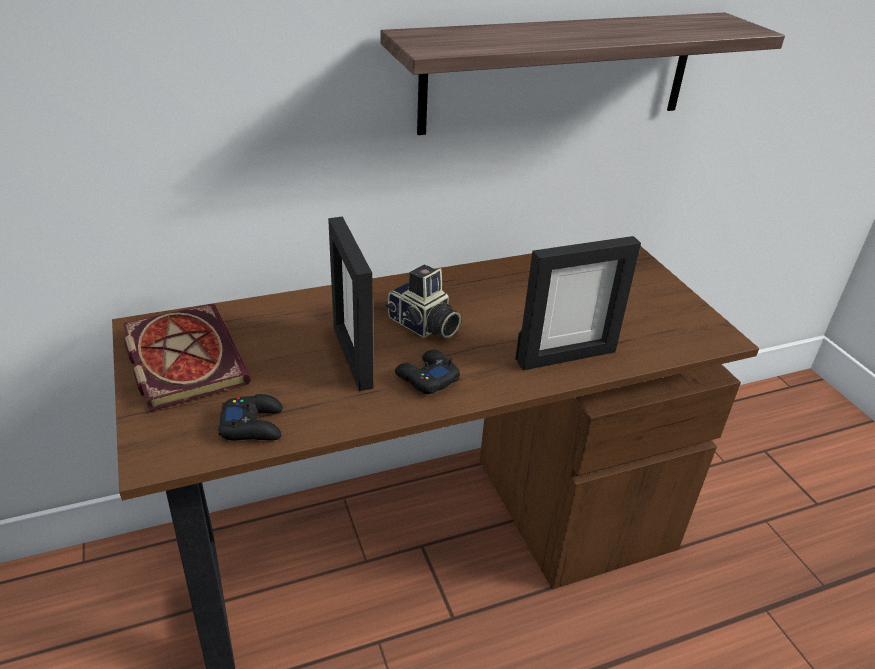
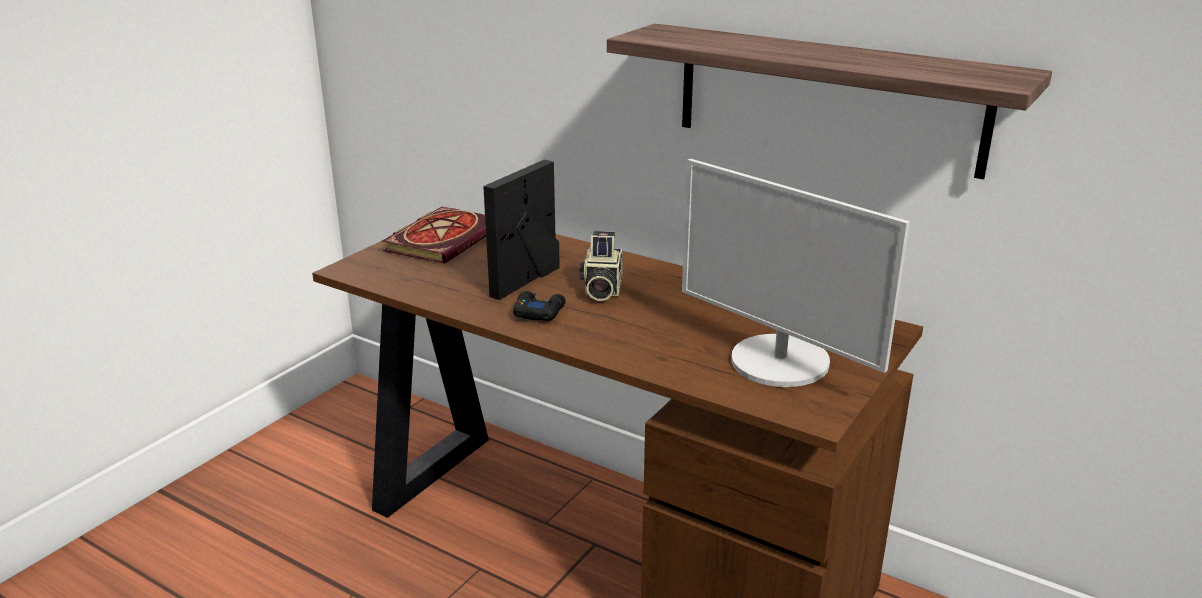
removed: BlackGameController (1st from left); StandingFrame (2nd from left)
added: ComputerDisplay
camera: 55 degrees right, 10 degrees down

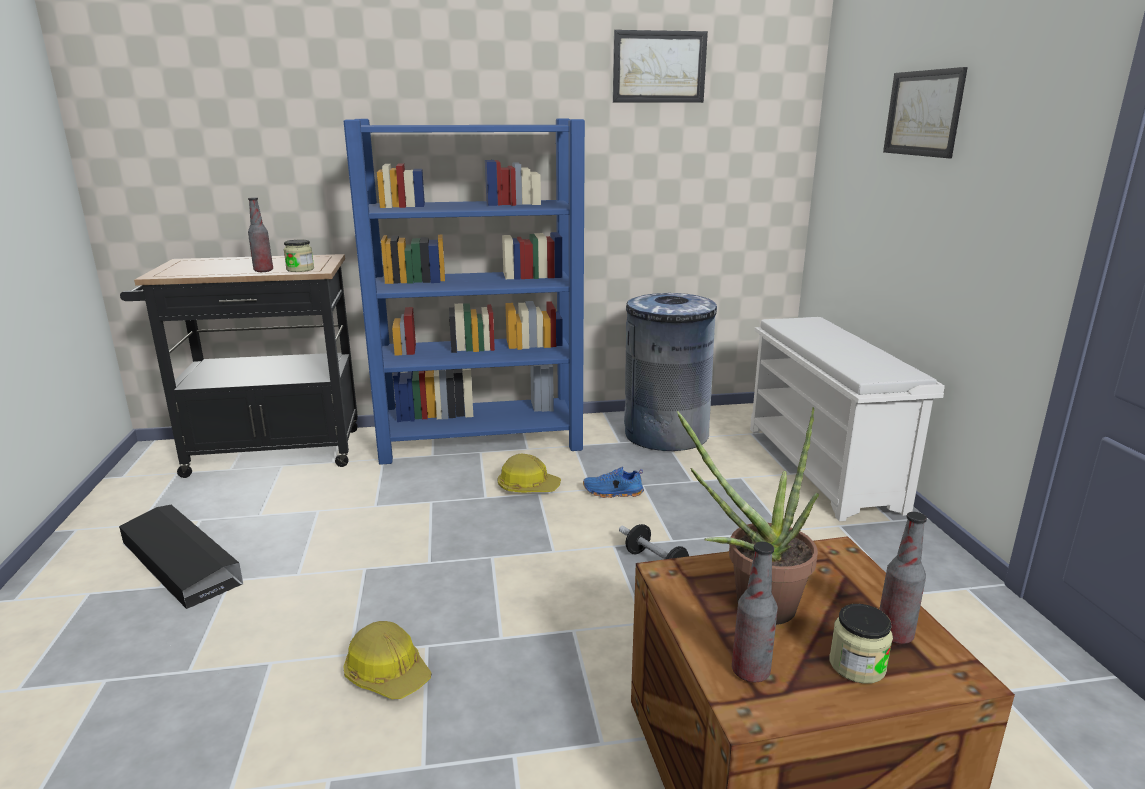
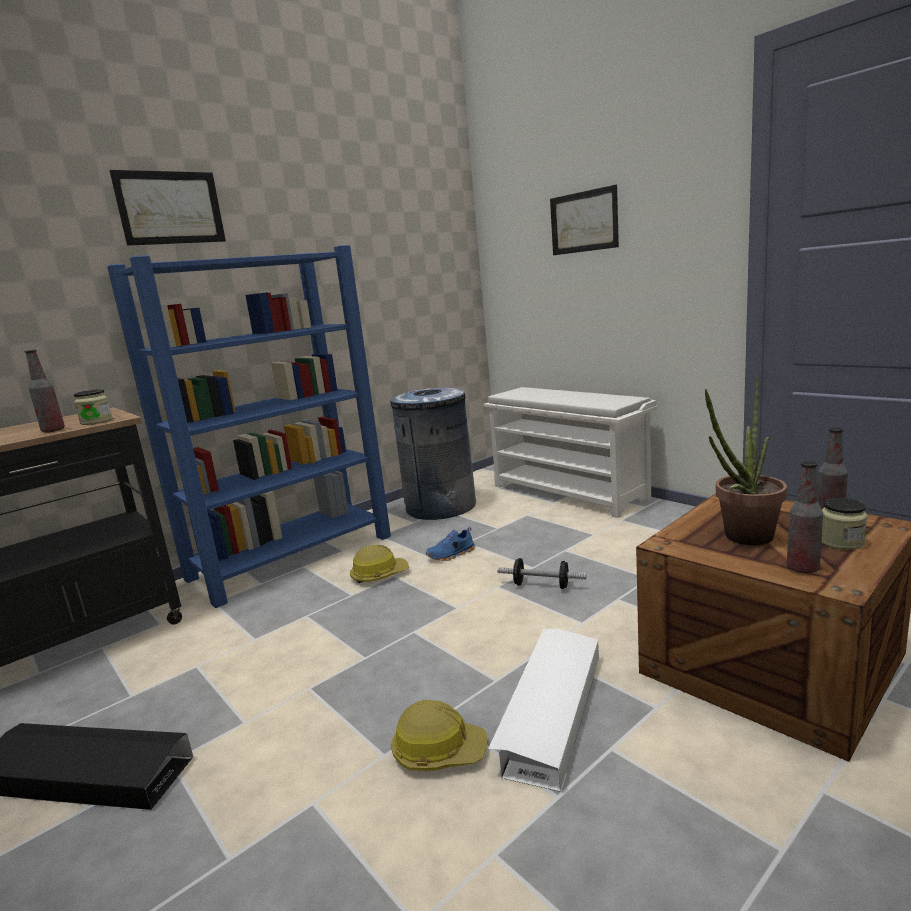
added: WhiteColouredStorageContainer
moved: Picture (1st from left)
camera: 30 degrees left, 5 degrees down

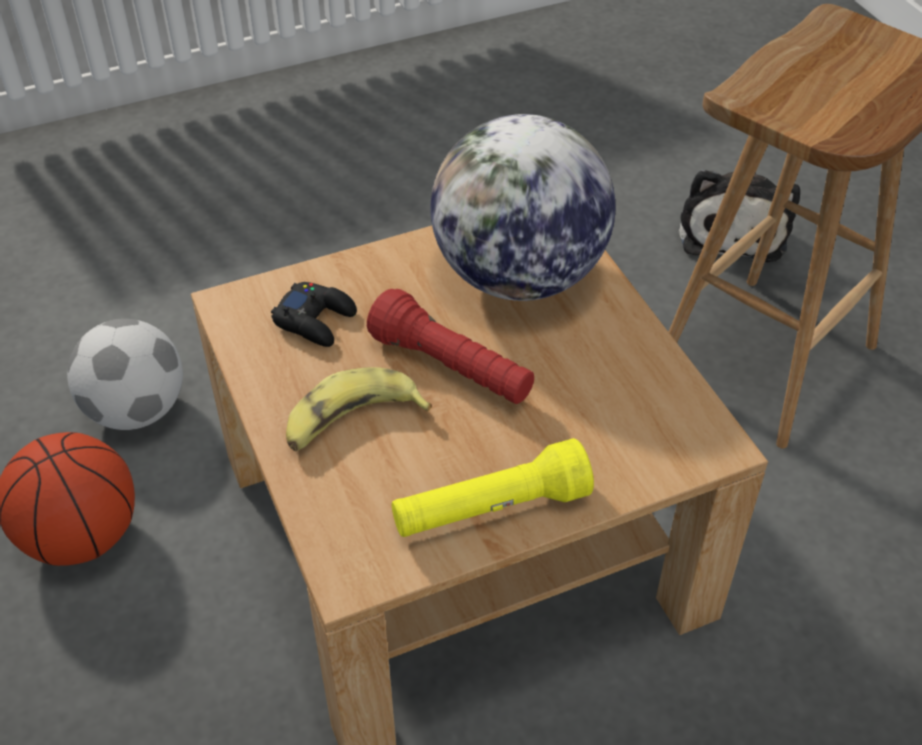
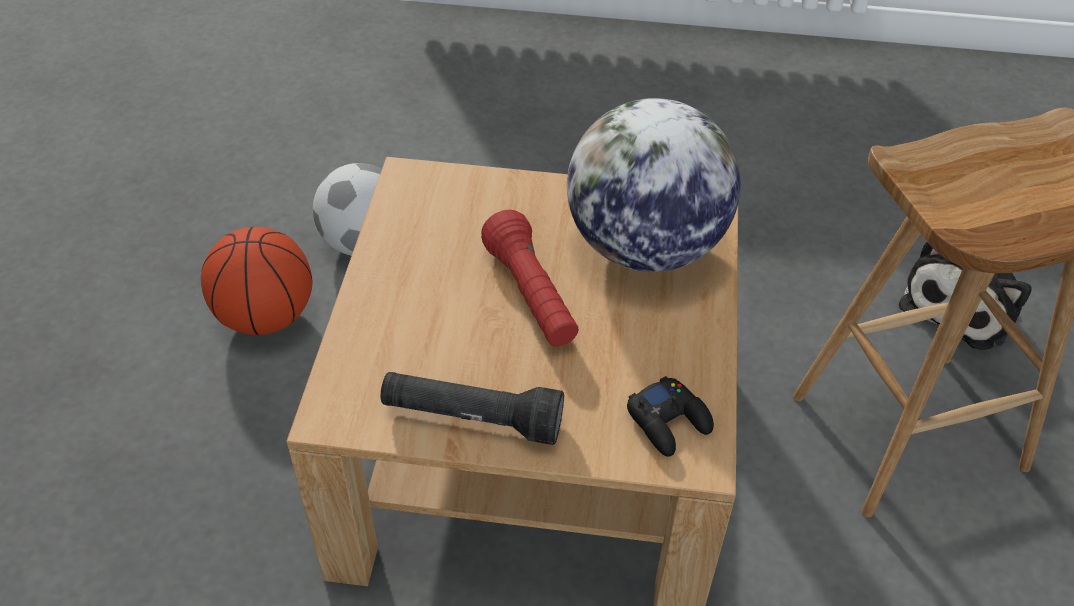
removed: WholeBanana
moved: BlackGameController
recoloured: YellowishHandTorch to BlackHandTorch
camera: 30 degrees right, 0 degrees up

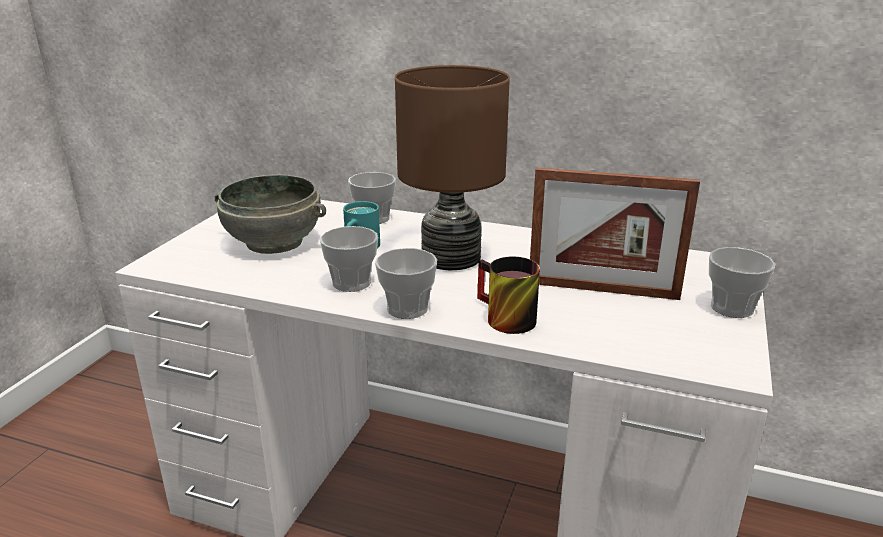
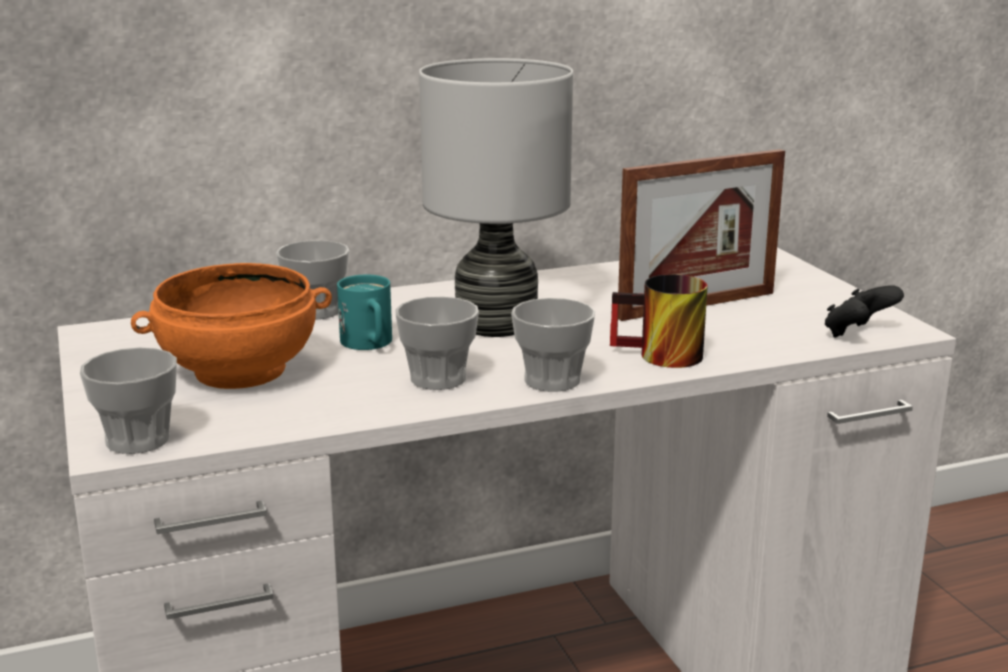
added: BlackGameController
moved: SmallCup (4th from left in the first image) to SmallCup (1st from left)
recoloured: GreyBowl to OrangeBowl; BrownLampForATable to GreyLampForATable
camera: 40 degrees left, 5 degrees down

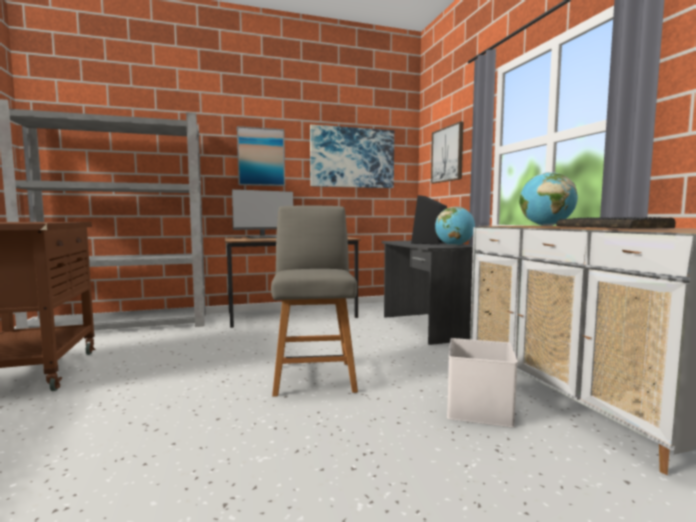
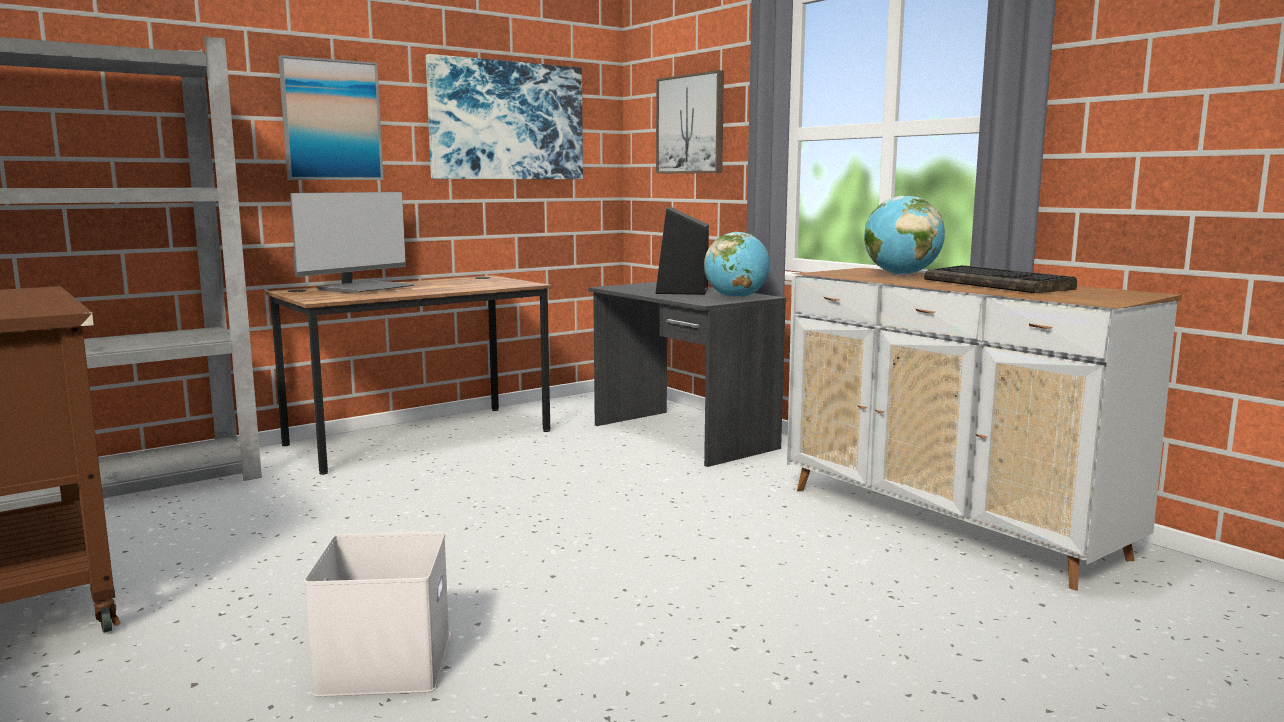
removed: GreyPlainChair
moved: WhiteColouredStorageContainer
camera: 20 degrees left, 5 degrees up

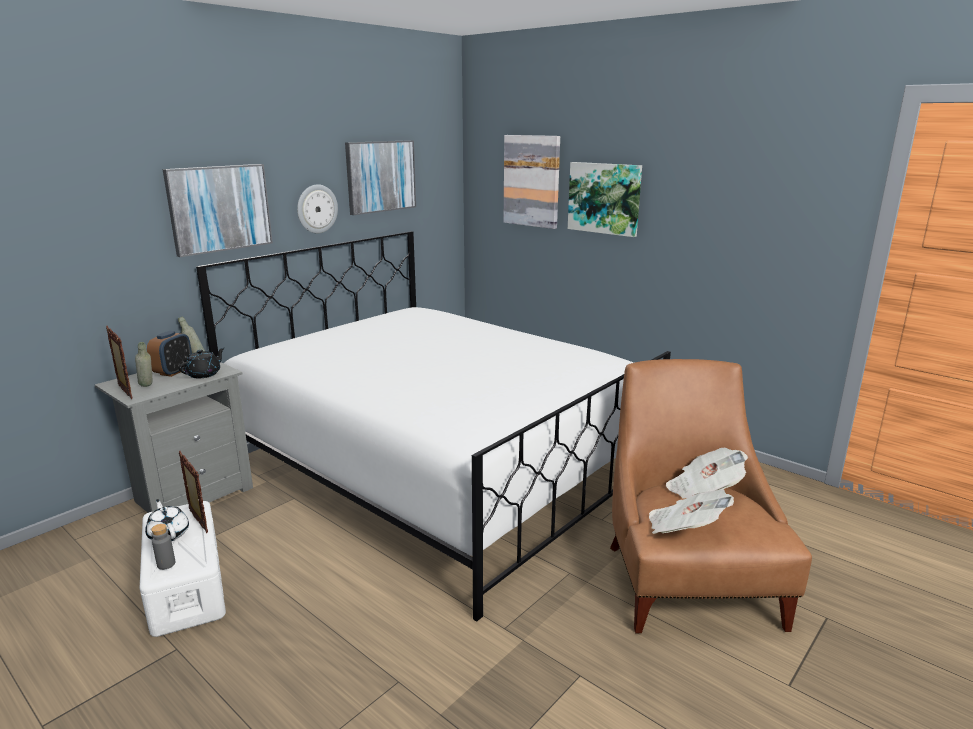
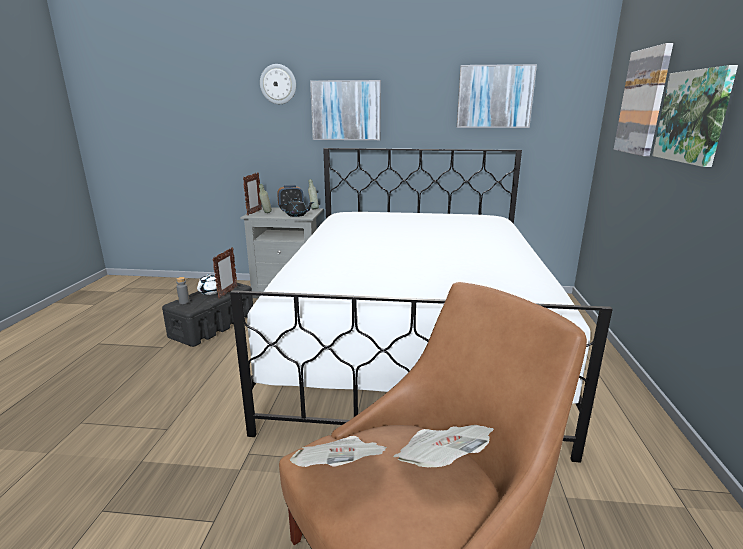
moved: HangingClock
recoloured: WhiteColouredStorageContainer to BlackStorageContainer
camera: 55 degrees right, 0 degrees up

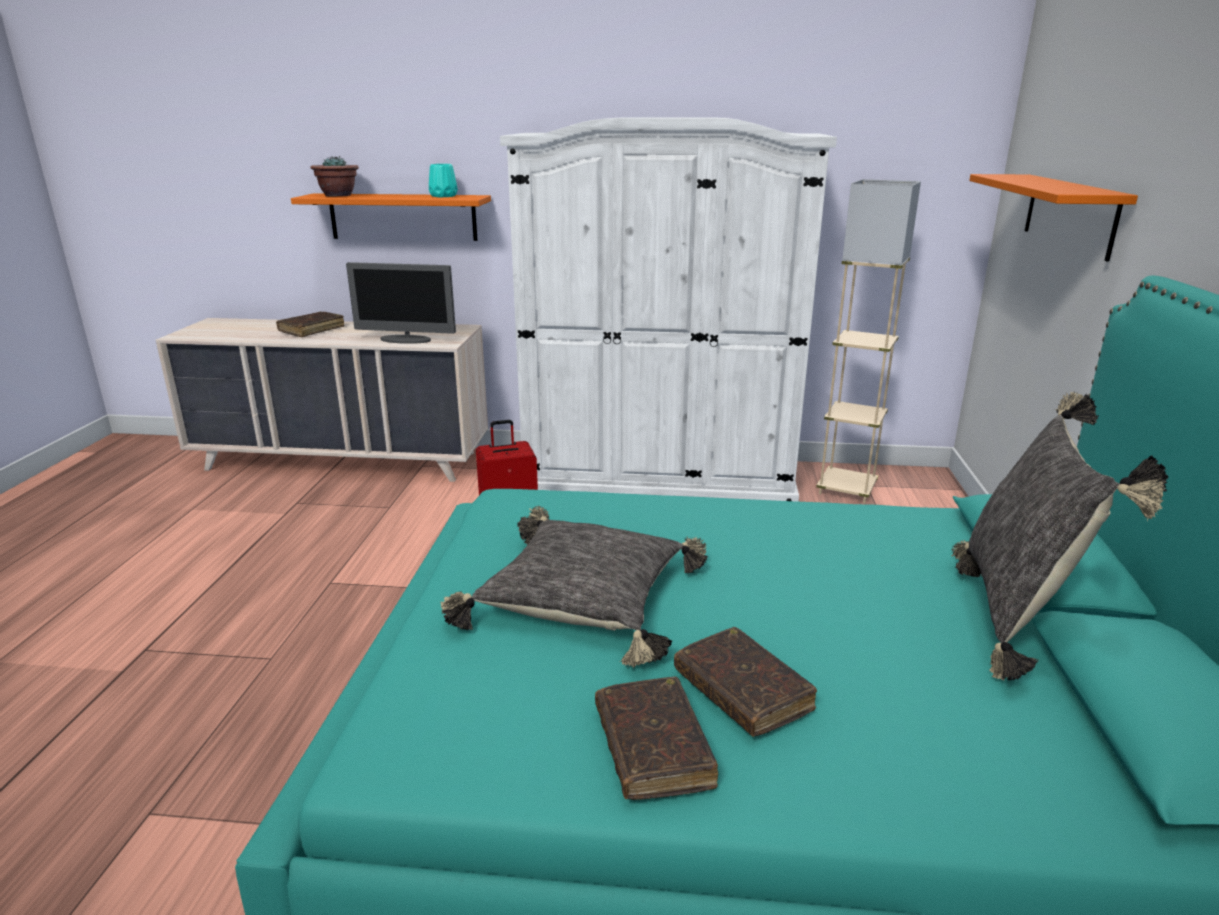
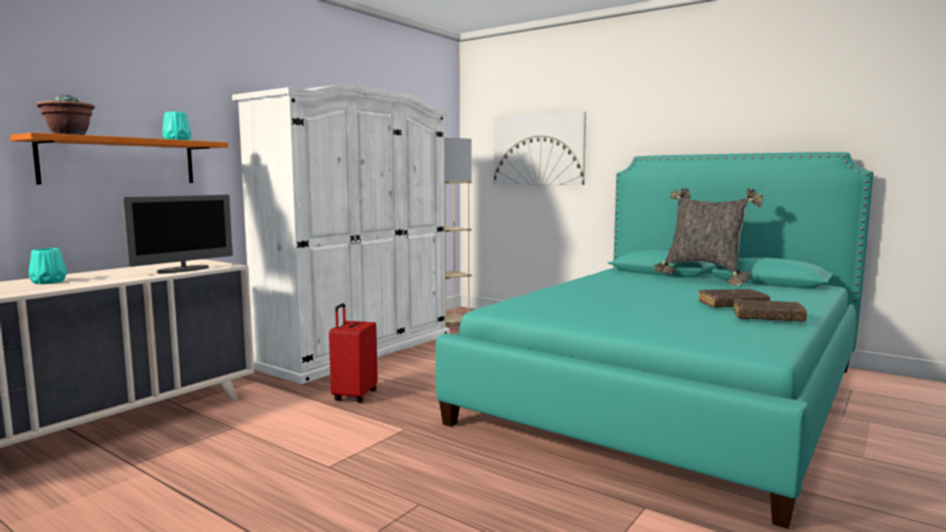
removed: ThrowPillow (1st from left)
replaced: BrownBook (1st from left) to BlueGreenVase (1st from left); OrangeWallShelf (2nd from left) to Picture
camera: 60 degrees left, 15 degrees down

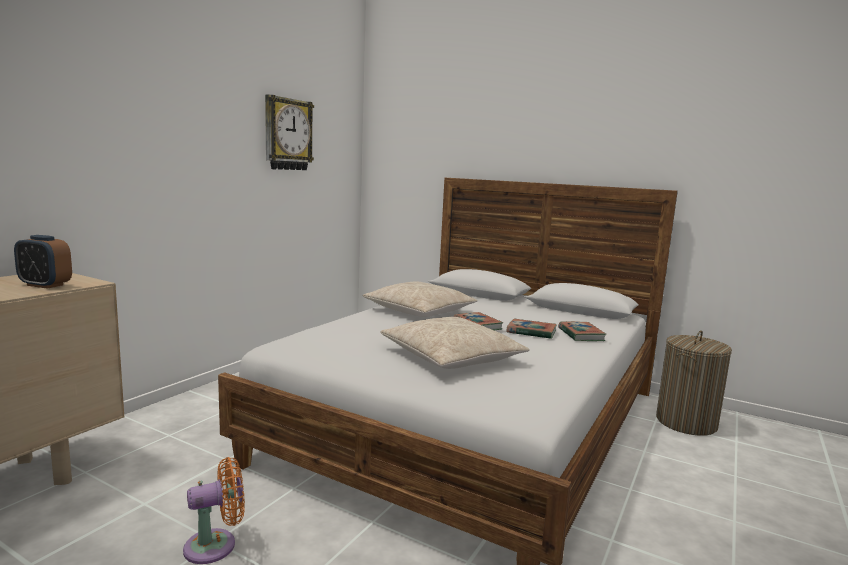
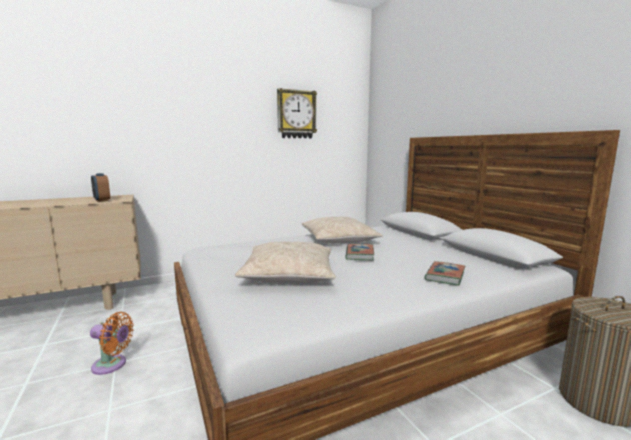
removed: Book (2nd from left)
camera: 35 degrees right, 0 degrees up

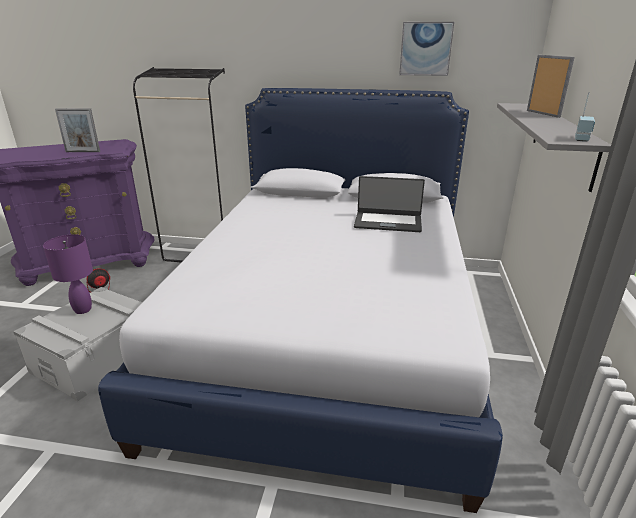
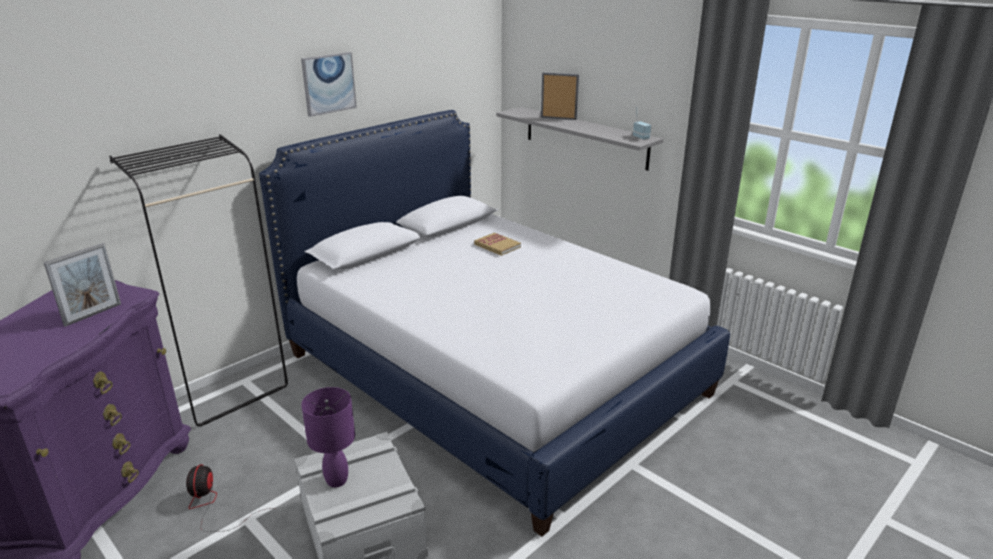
moved: Picture
replaced: PortableComputer to Book
camera: 55 degrees left, 0 degrees up

